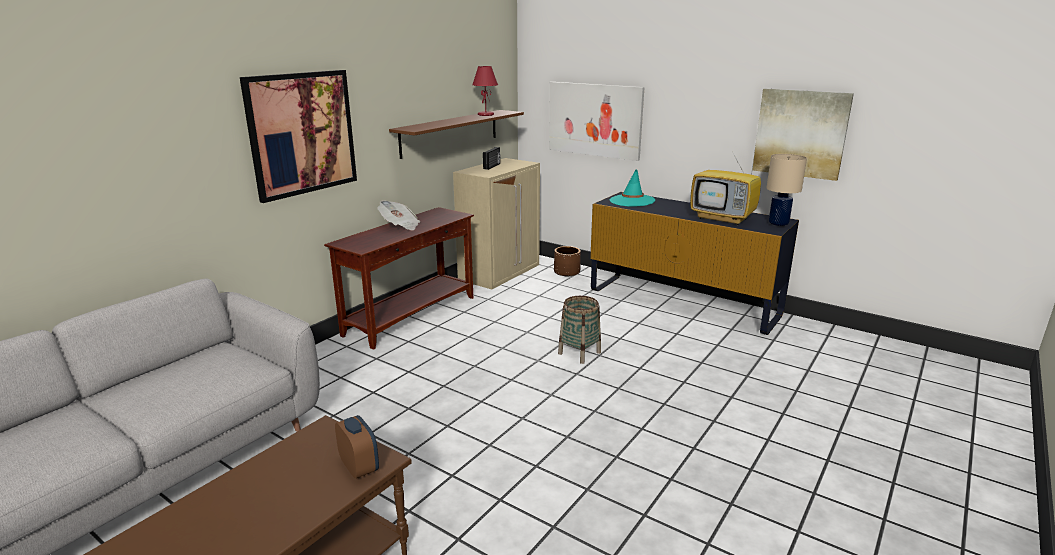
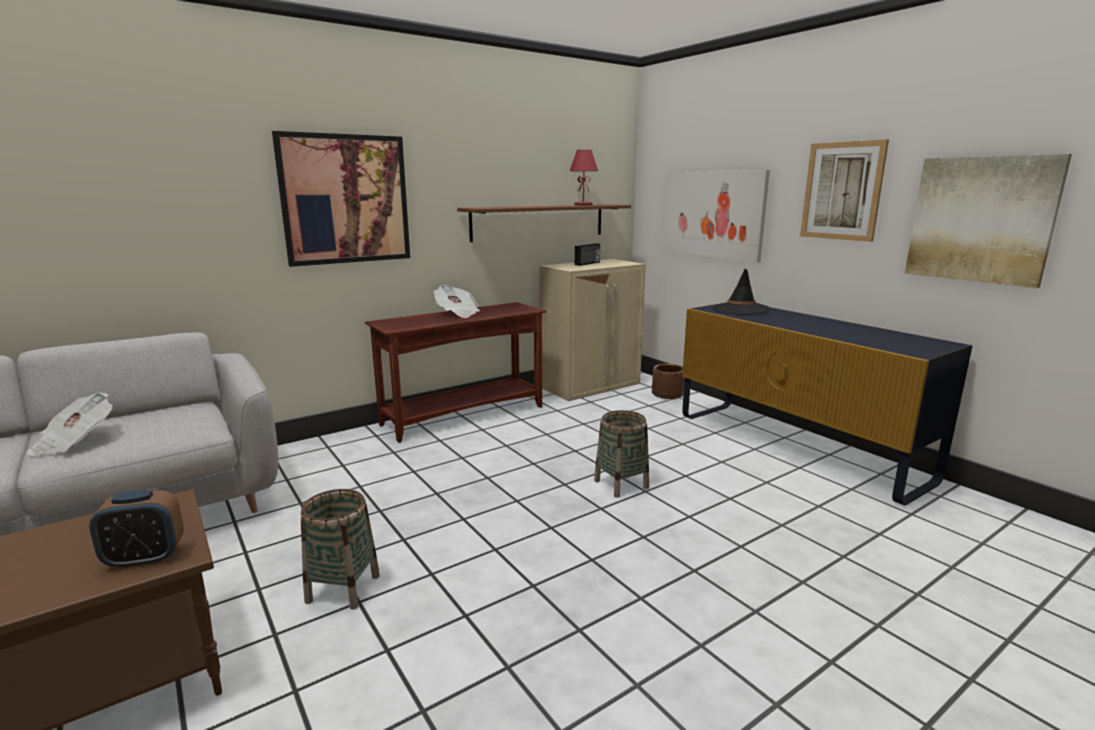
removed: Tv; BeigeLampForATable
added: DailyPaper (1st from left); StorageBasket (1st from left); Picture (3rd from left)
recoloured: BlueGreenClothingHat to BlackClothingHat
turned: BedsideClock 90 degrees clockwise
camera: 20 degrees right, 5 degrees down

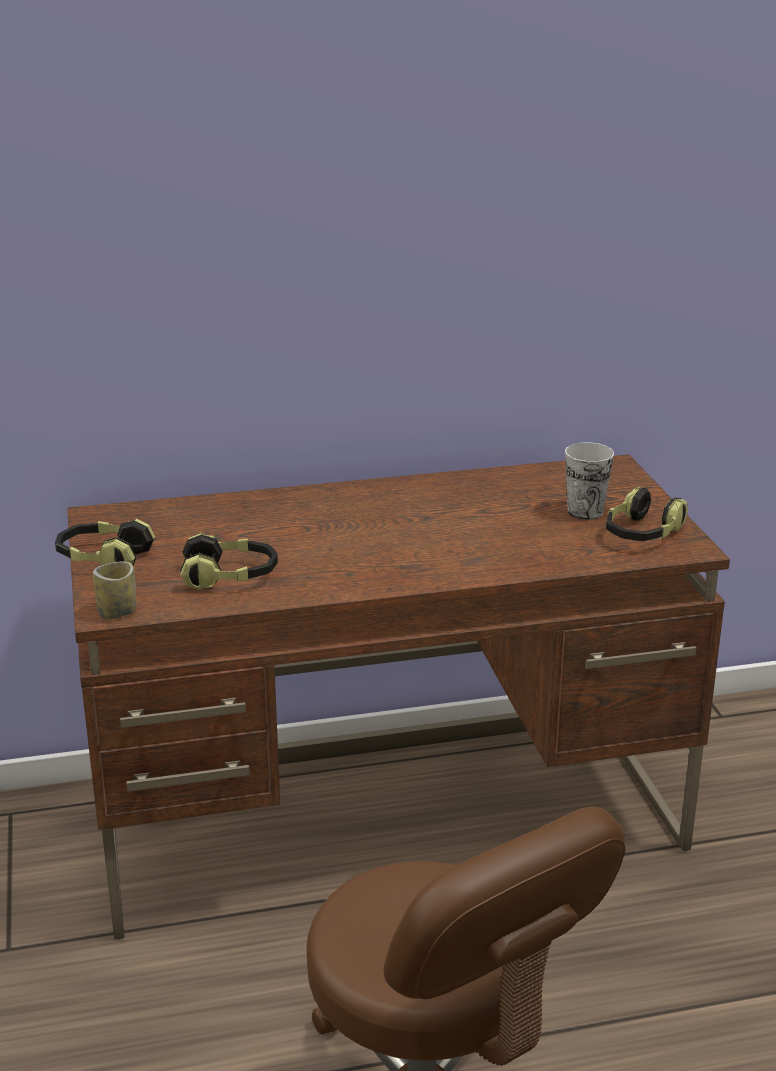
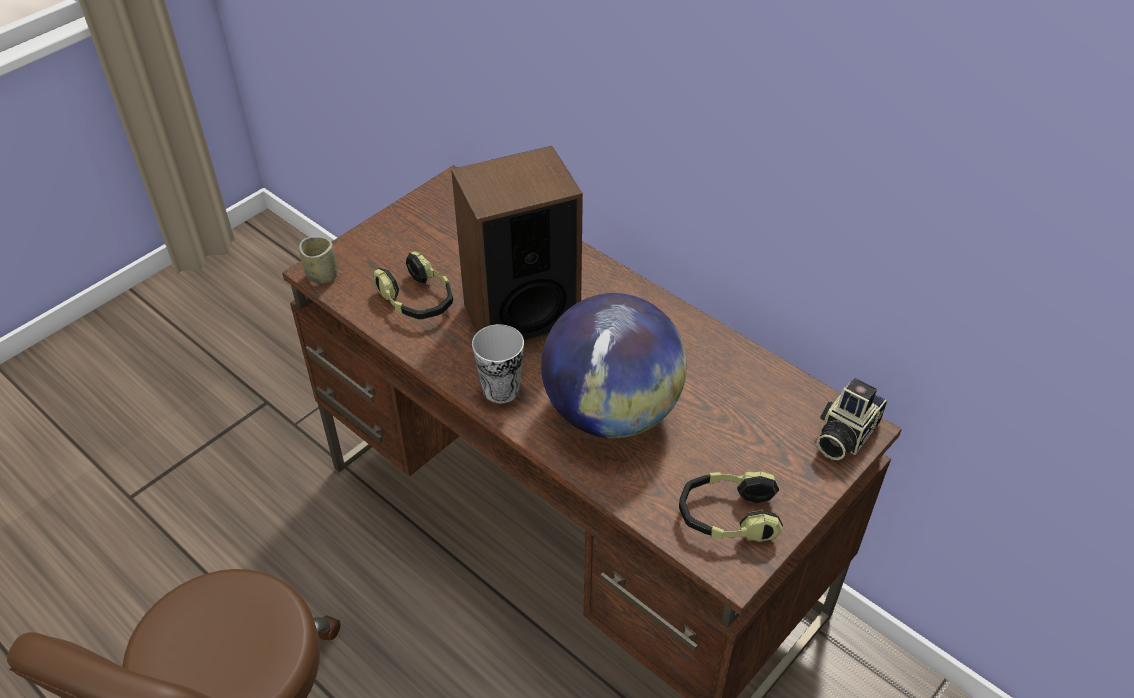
removed: Headset (1st from left)
added: Loudspeaker; WorldGlobe; PhotoCamera
moved: SmallCup (2nd from left)
camera: 55 degrees right, 20 degrees up

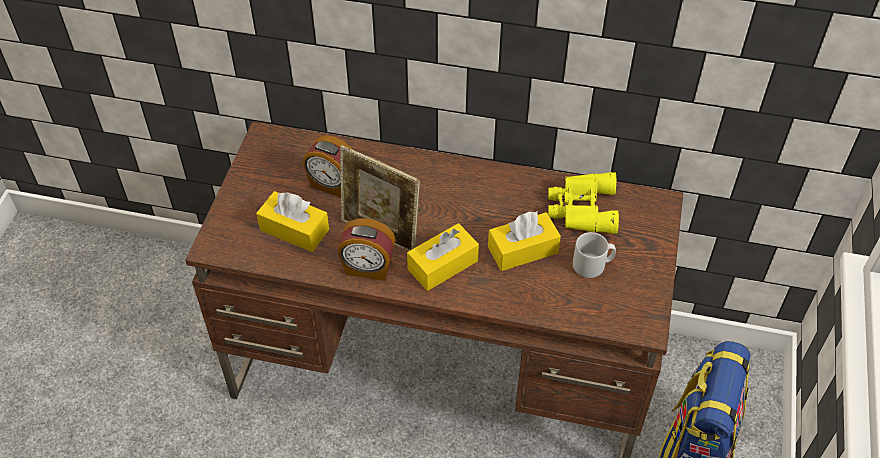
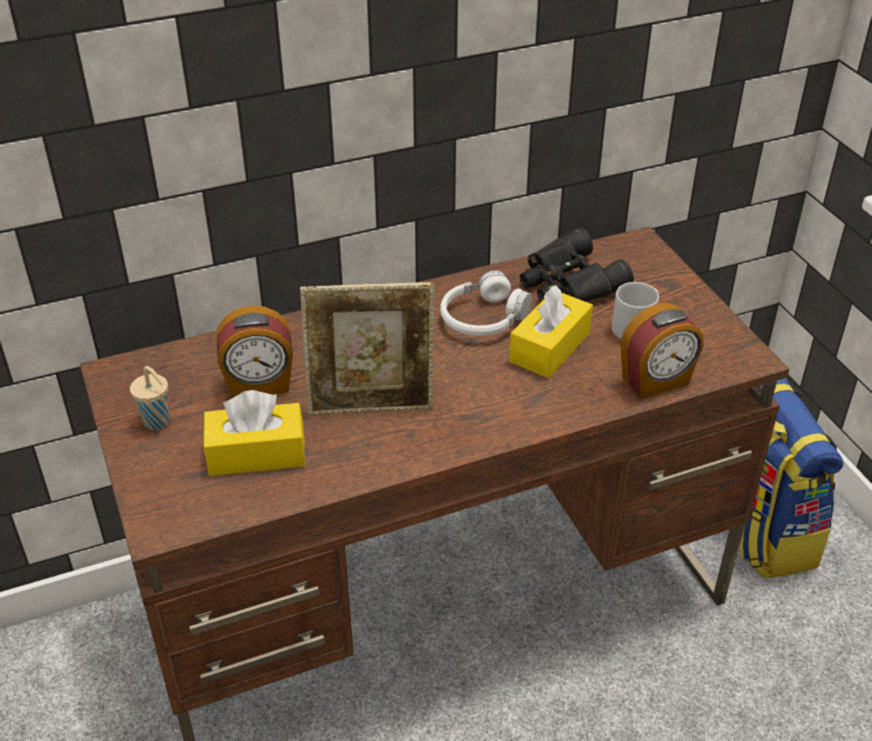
removed: YellowishTissueBox (2nd from left)
added: BeigeSmallCup; WhiteColouredHeadset
moved: BedsideClock (2nd from left)
recoloured: YellowishPairOfBinoculars to BlackPairOfBinoculars
camera: 35 degrees left, 10 degrees down

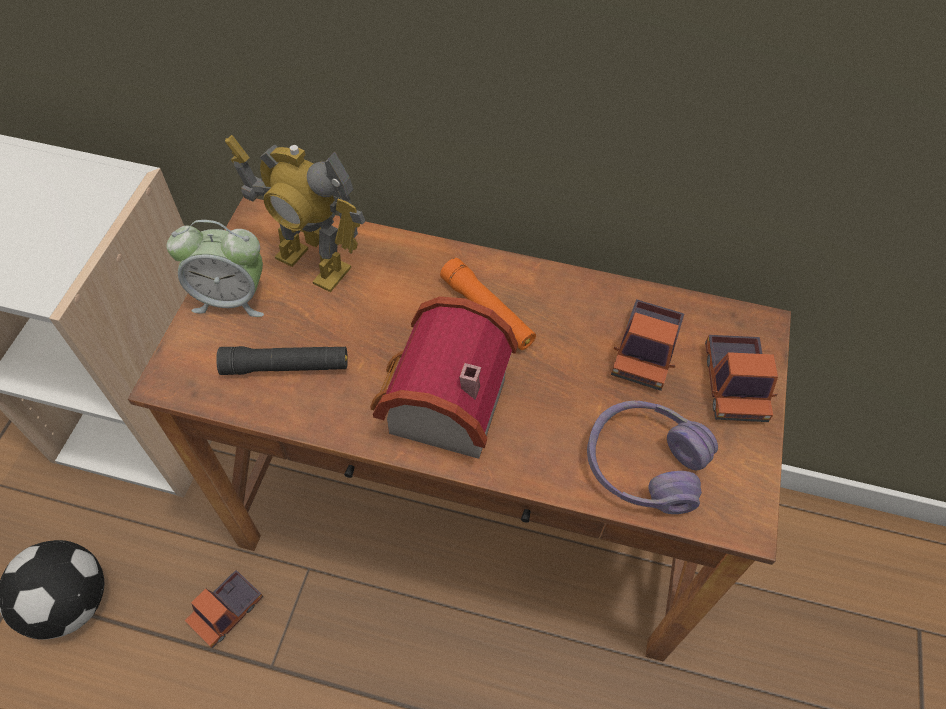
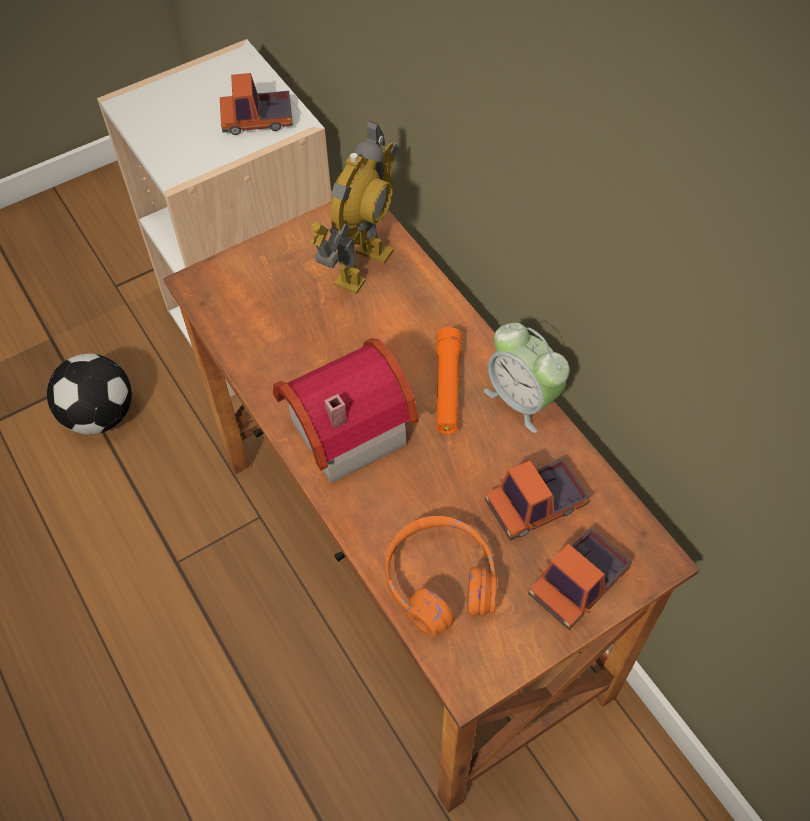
removed: BlackHandTorch
moved: BedsideClock; ModelTruck (1st from left)
recoloured: PurpleColouredHeadset to OrangeHeadset
turned: RobotFigure 135 degrees counterclockwise
camera: 45 degrees right, 0 degrees up

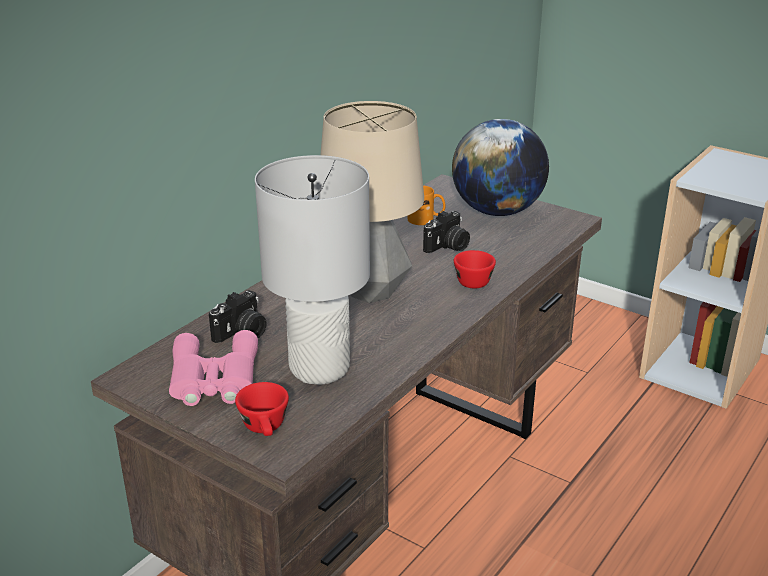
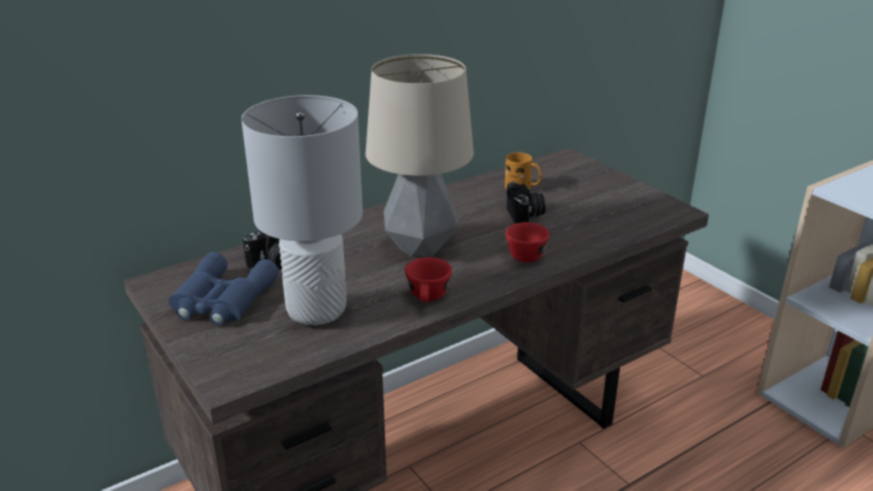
removed: WorldGlobe
moved: RedSmallCup (1st from left)
recoloured: PinkishPairOfBinoculars to BlueColouredPairOfBinoculars
turned: PhotoCamera (2nd from left) 75 degrees counterclockwise
camera: 20 degrees right, 0 degrees up

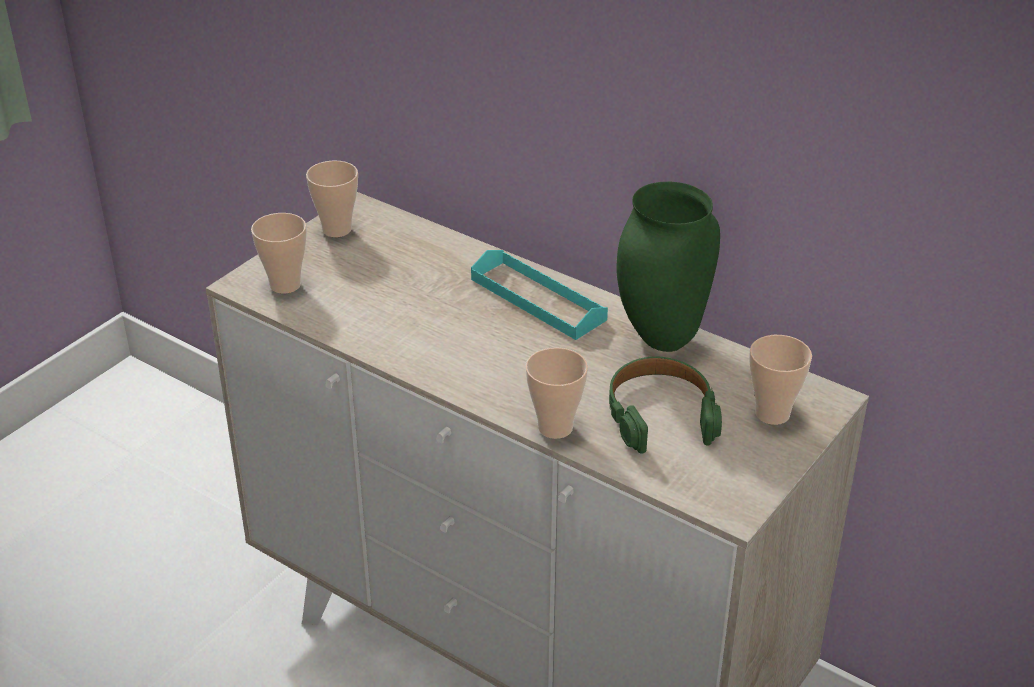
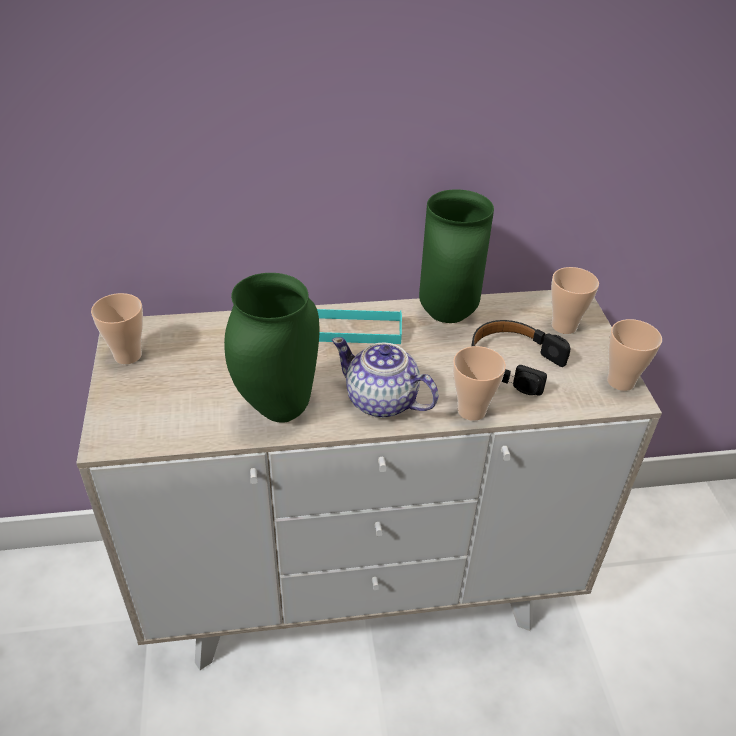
added: GreenColouredVase (1st from left); PotForTea
moved: SmallCup (1st from left in the first image) to SmallCup (4th from left)
recoloured: GreenColouredHeadset to BlackHeadset
camera: 45 degrees left, 5 degrees up

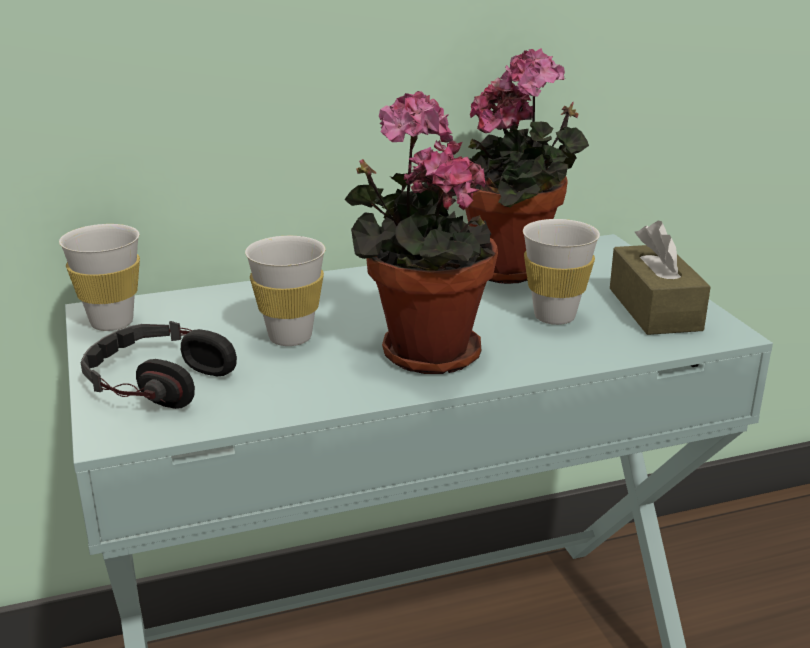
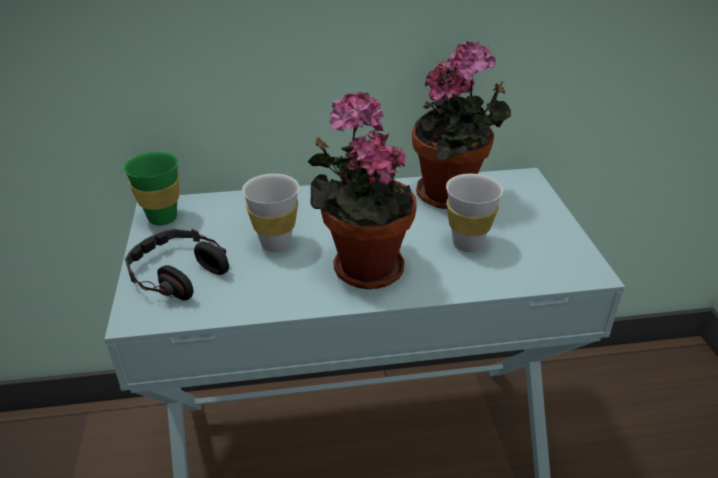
removed: BrownTissueBox
recoloured: WhiteColouredSmallCup (1st from left) to GreenColouredSmallCup
camera: 10 degrees right, 10 degrees up

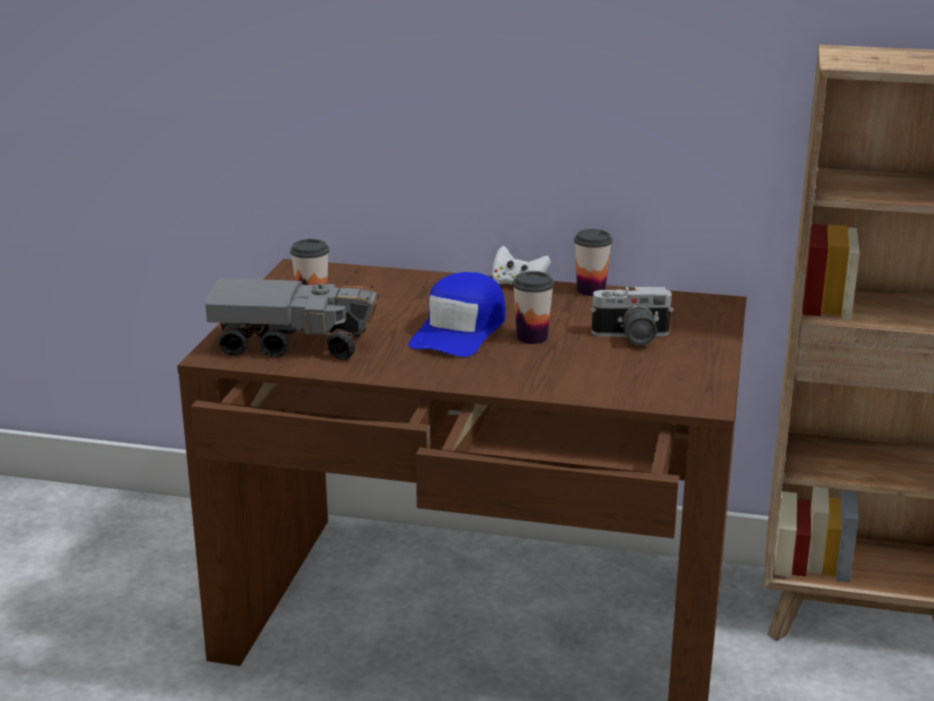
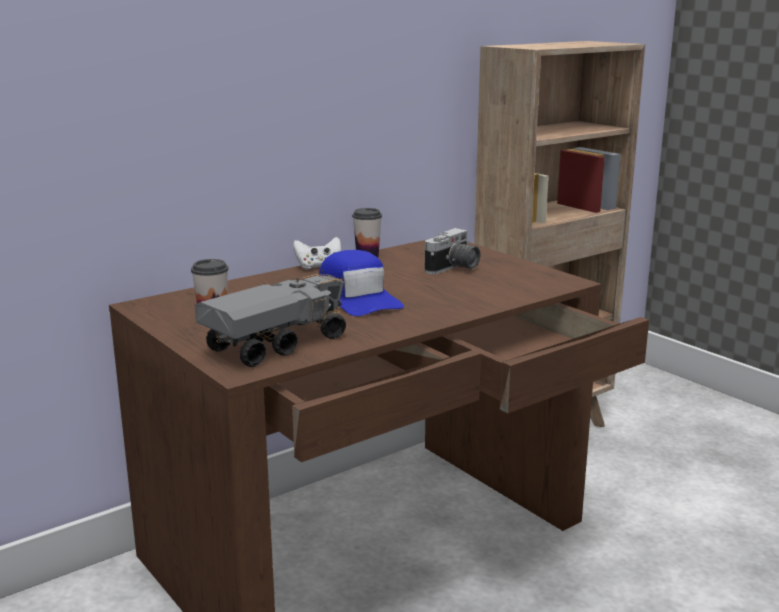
removed: SmallCup (2nd from left)
camera: 50 degrees left, 5 degrees down

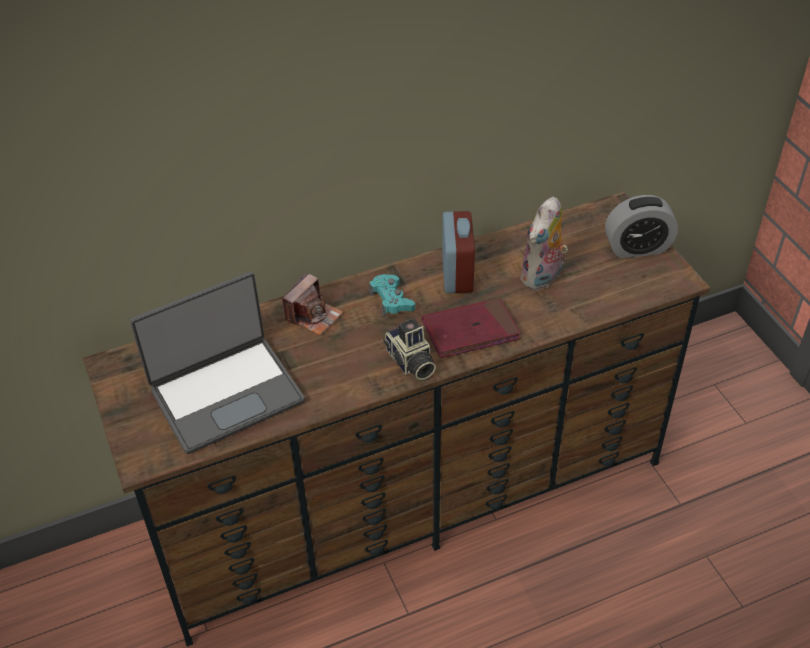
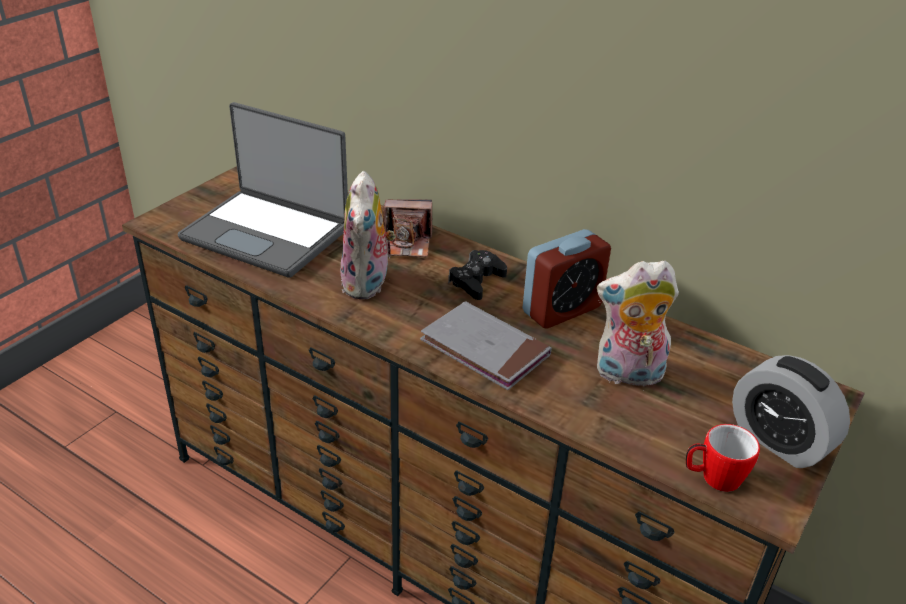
removed: PhotoCamera (2nd from left)
added: PlushToy (1st from left); TeaMug
recoloured: BlueGreenGameController to BlackGameController; RedBook to GreyBook
camera: 55 degrees right, 10 degrees down

